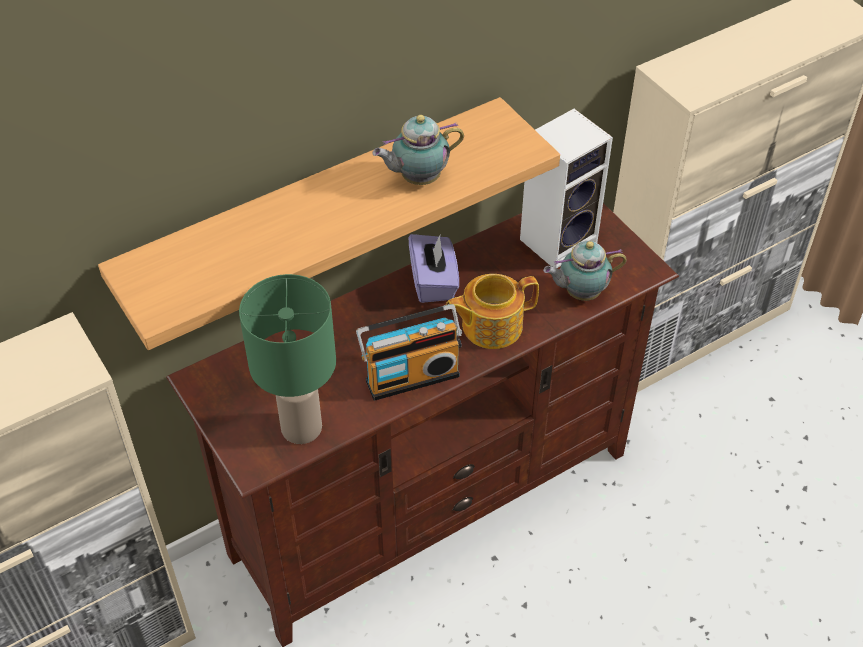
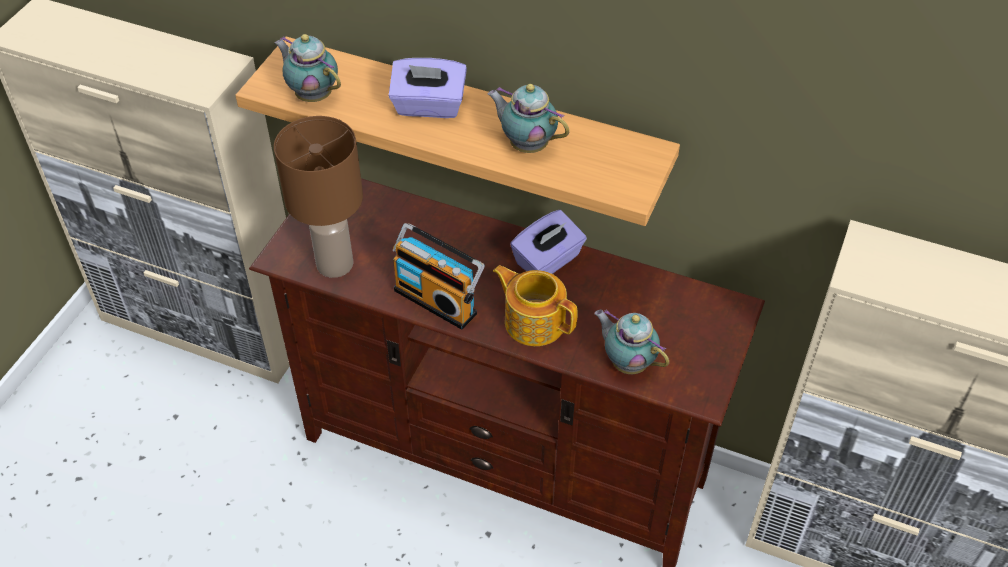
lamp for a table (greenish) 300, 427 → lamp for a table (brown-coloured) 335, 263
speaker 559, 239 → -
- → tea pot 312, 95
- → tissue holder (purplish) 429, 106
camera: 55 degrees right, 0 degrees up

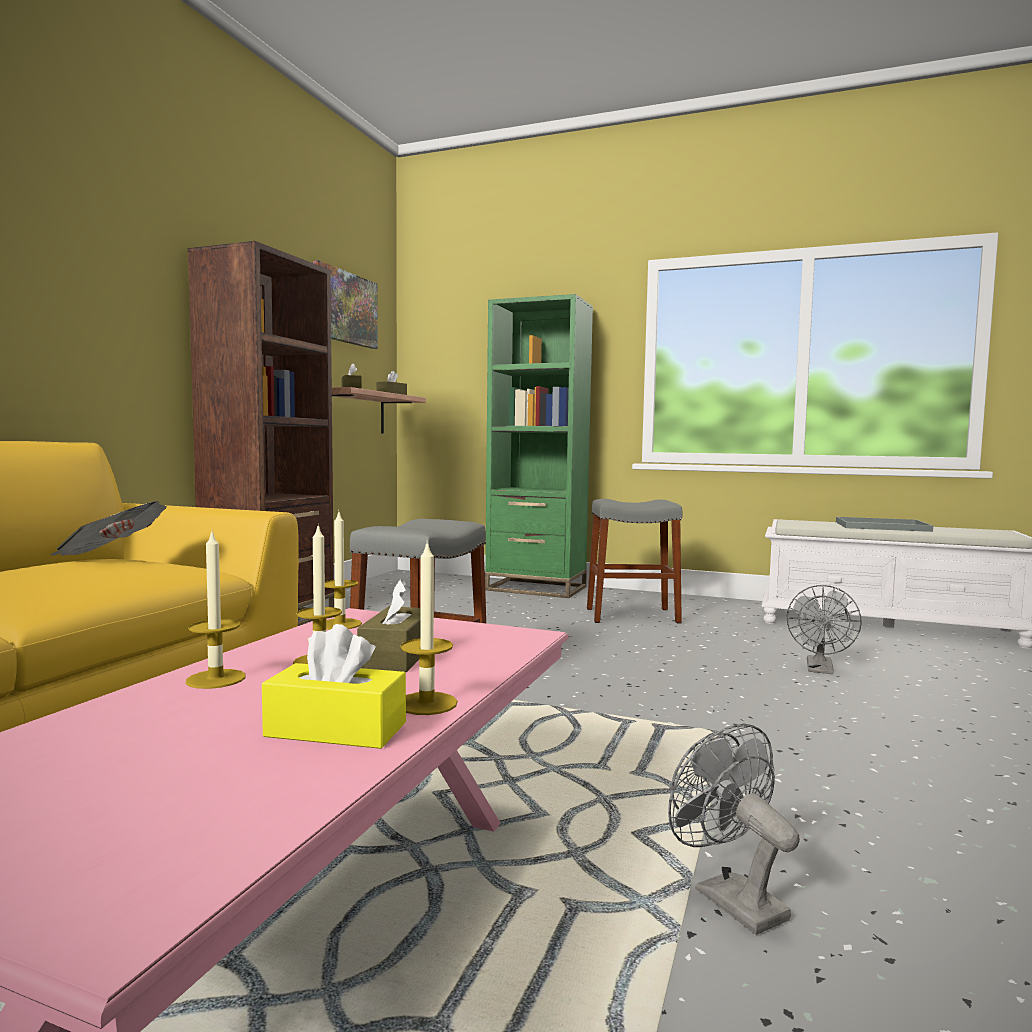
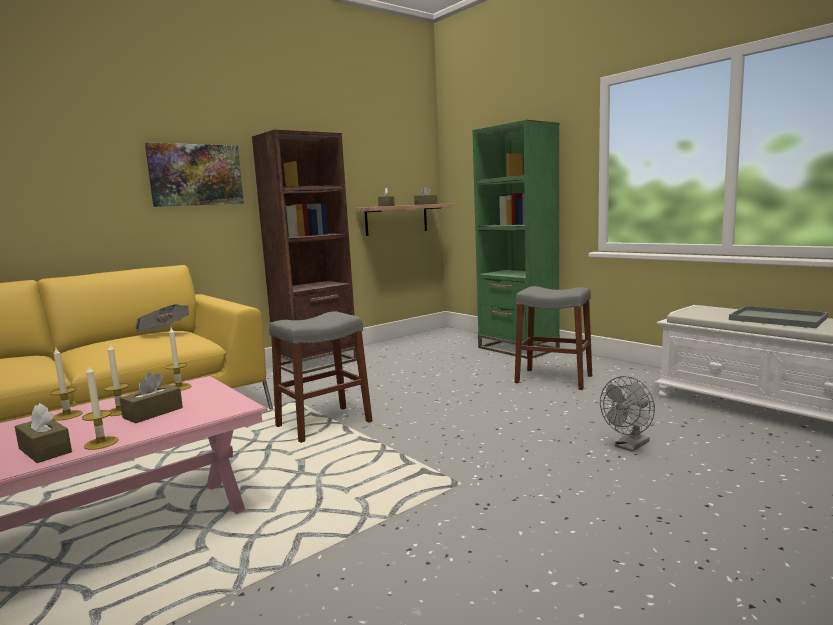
tissue holder (yellowish) 336, 730 → tissue holder (brown-coloured) 45, 450
picture 344, 307 → picture 196, 175, moved
fan (greyish) 729, 898 → -
camera: 30 degrees right, 5 degrees up

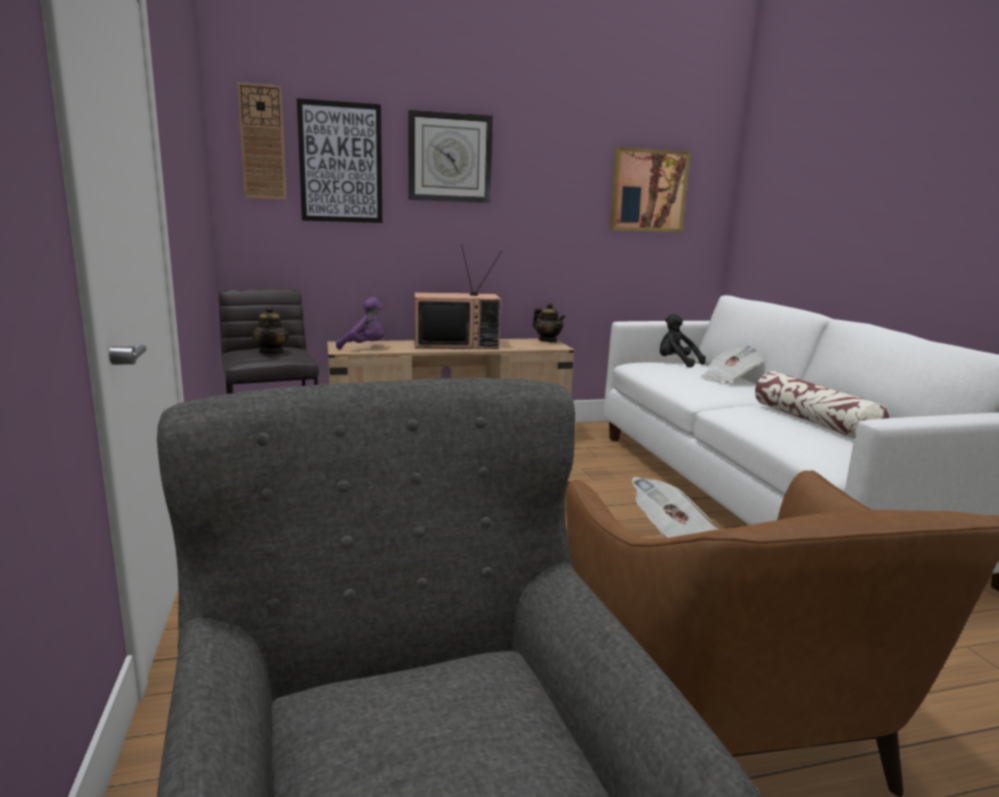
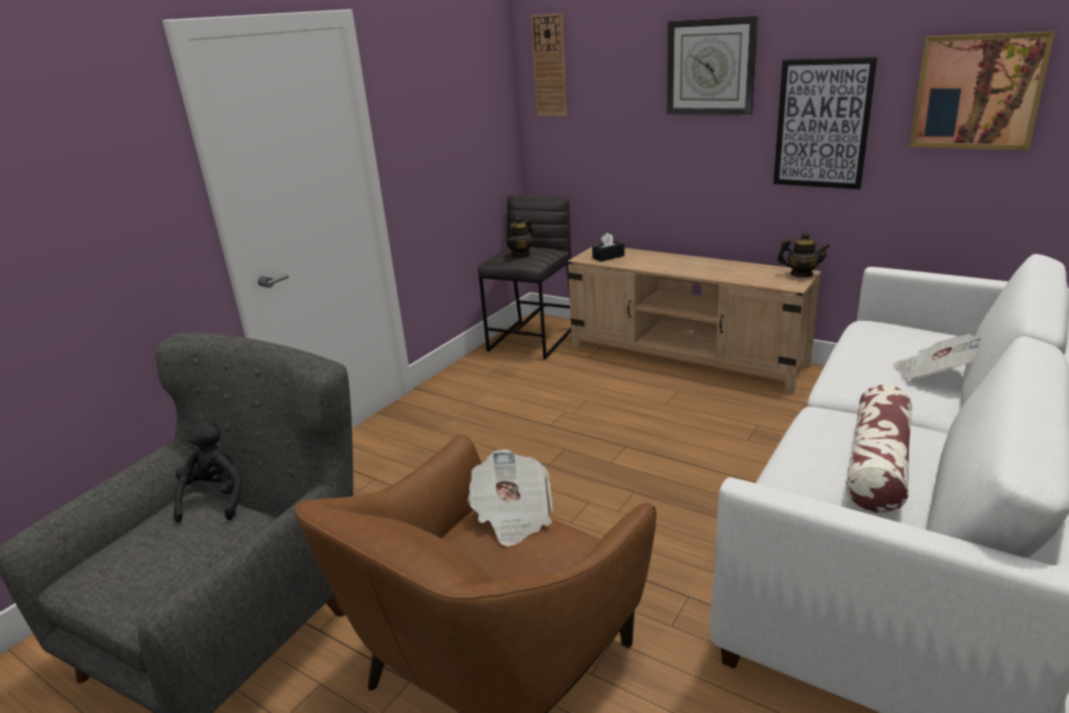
picture 341, 163 → picture 822, 124, moved
soft toy (purplish) 365, 347 → tissue holder (black) 608, 257
TV set 457, 344 → -
tea pot 547, 341 → tea pot 801, 274, 75 degrees counterclockwise
soft toy (black) 676, 363 → soft toy (black) 216, 499, moved
camera: 50 degrees right, 10 degrees up

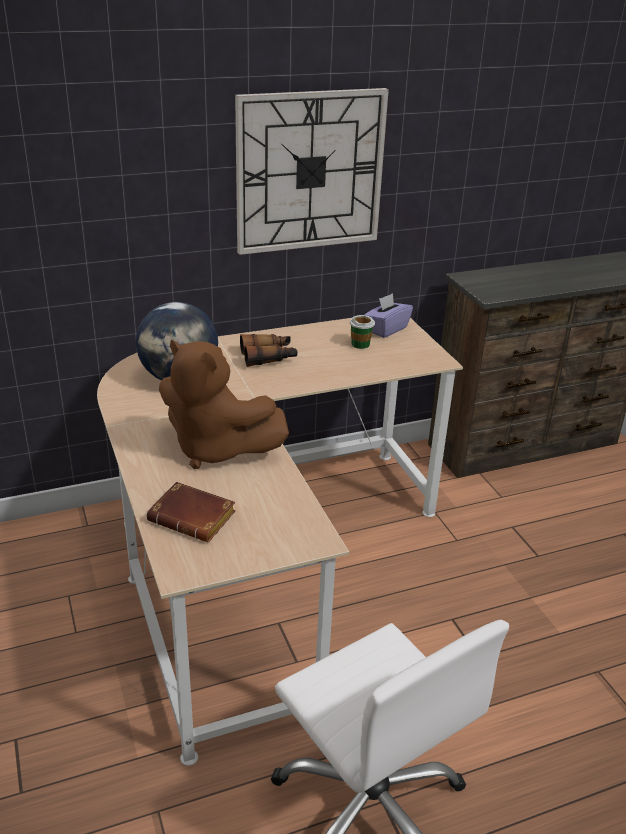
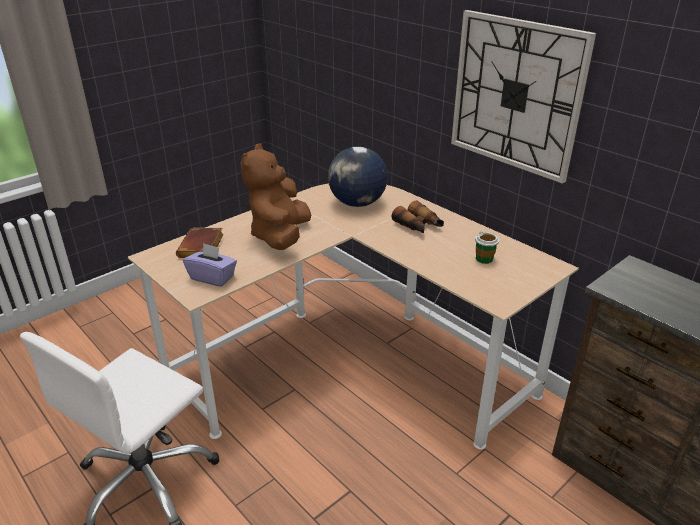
tissue holder (purplish) 386, 329 → tissue holder (purplish) 212, 277, moved
camera: 70 degrees right, 0 degrees up

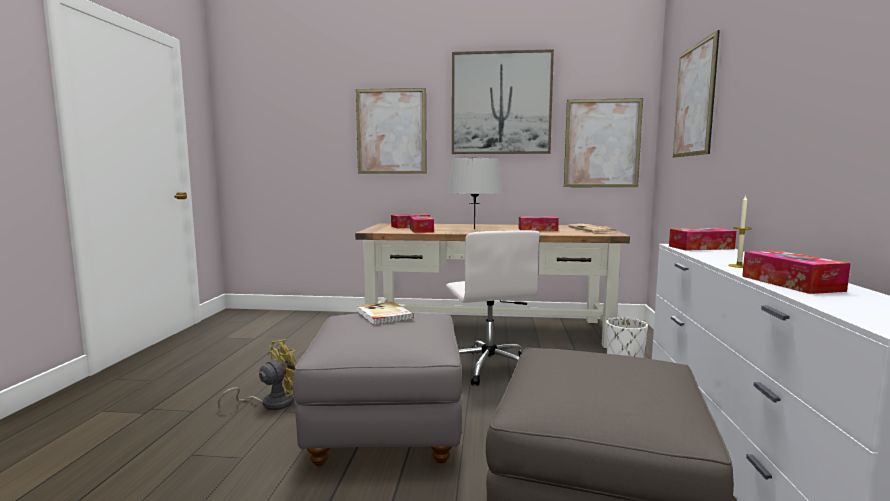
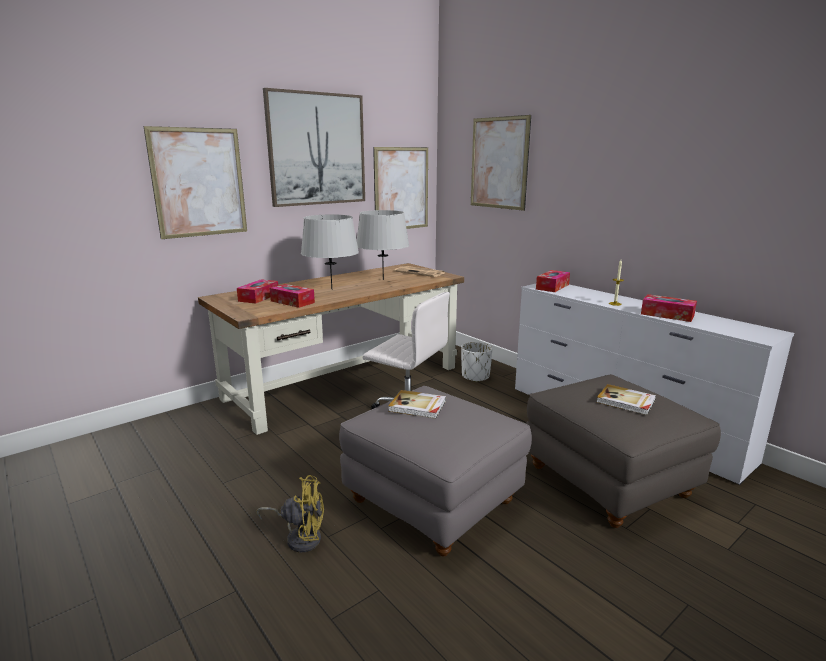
fan (yellowish) 271, 403 → fan (yellowish) 300, 537, 90 degrees clockwise
tissue holder 537, 229 → lamp for a table (greyish) 383, 280
- → book 626, 401
camera: 45 degrees left, 10 degrees up

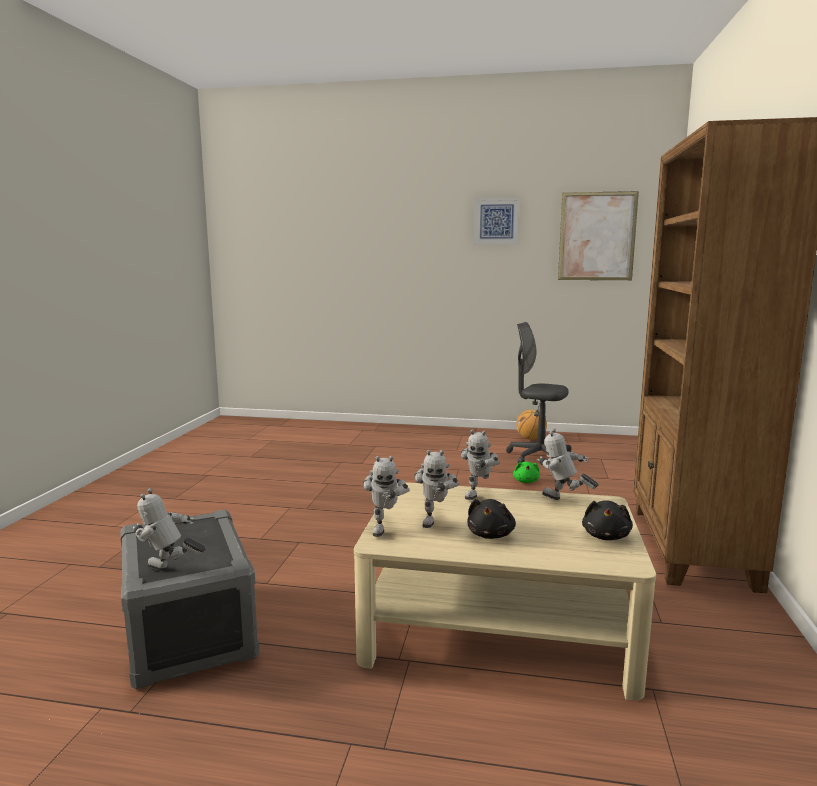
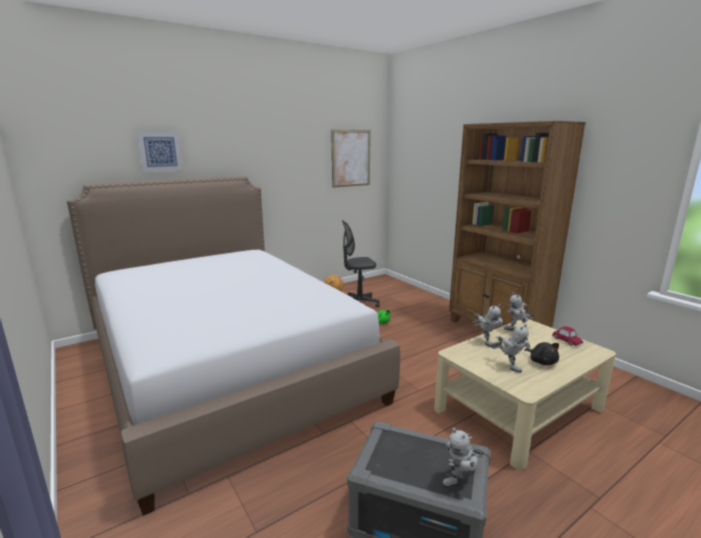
toy robot 384, 528 → -
picture 496, 221 → picture 160, 151, moved
soft toy (black) 606, 536 → model car 567, 341
- → sleeping bed 227, 367
camera: 45 degrees left, 5 degrees up

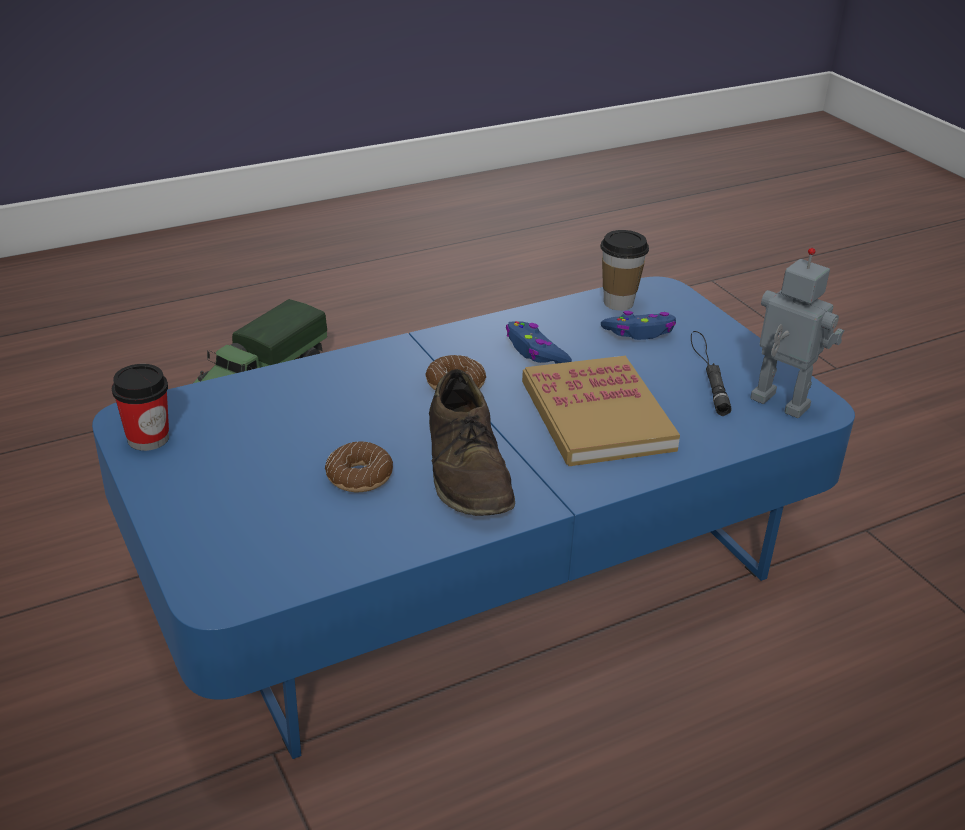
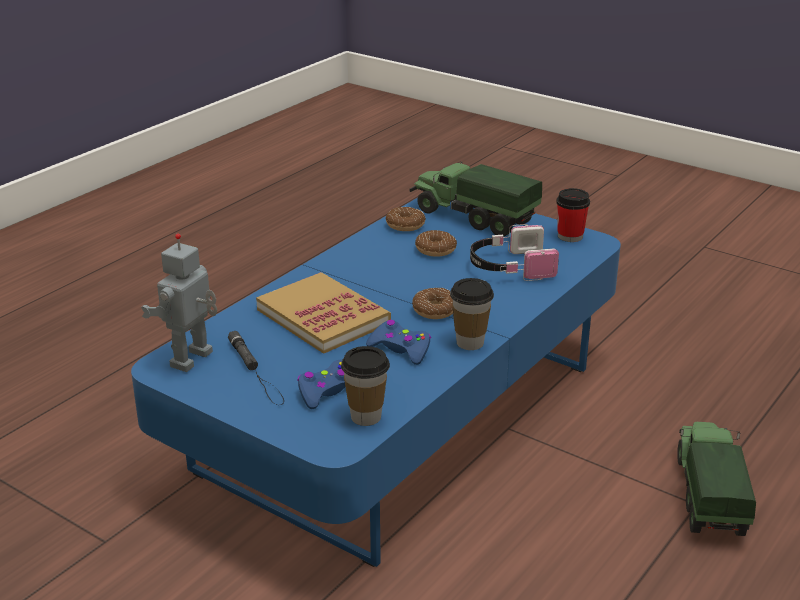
low shoe (brown-coloured) 467, 468 → -
toy robot 777, 405 → toy robot 193, 360, 105 degrees clockwise
- → ring doughnut 405, 225
- → toy lorry 472, 217
- → drinking cup 470, 343
- → headphones 510, 267
camera: 155 degrees right, 5 degrees down

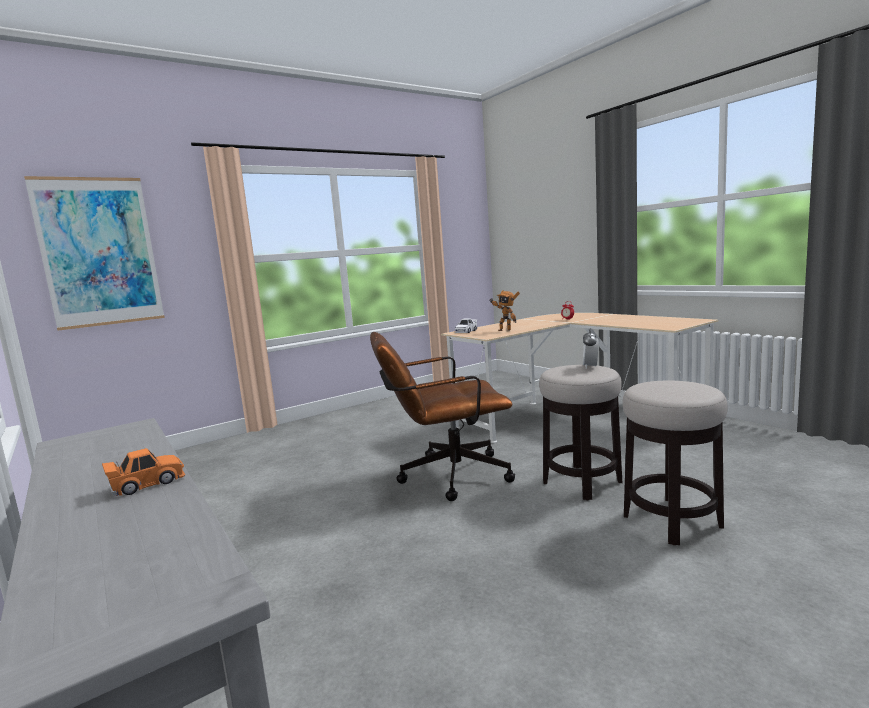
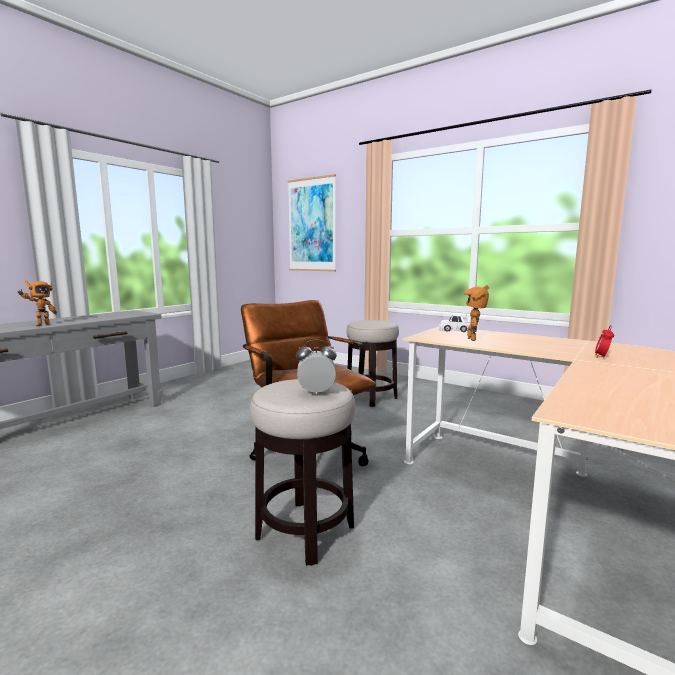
model car (orange) 147, 483 → toy robot 41, 325
stool 672, 521 → stool 371, 398, moved
camera: 70 degrees right, 0 degrees up

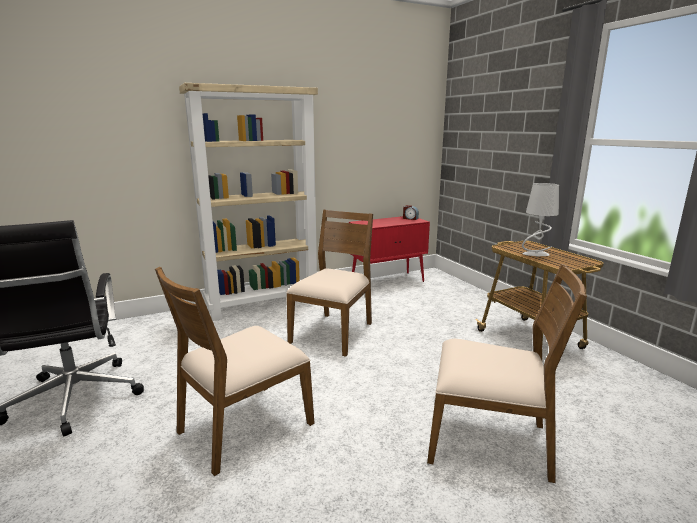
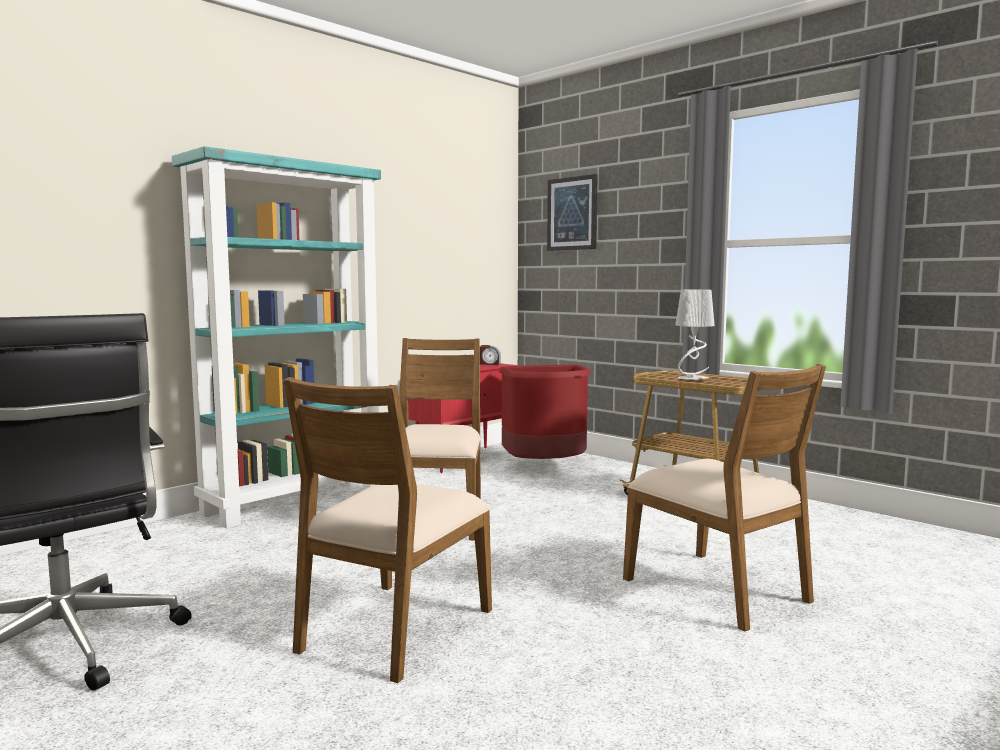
bookshelf (sand-coloured) 263, 304 → bookshelf (blue-green) 295, 501
chair (brown-coloured) 489, 441 → chair (brown-coloured) 718, 589, 60 degrees clockwise
- → trash can (red-coloured) 546, 467
- → picture 572, 213
camera: 20 degrees left, 10 degrees down

